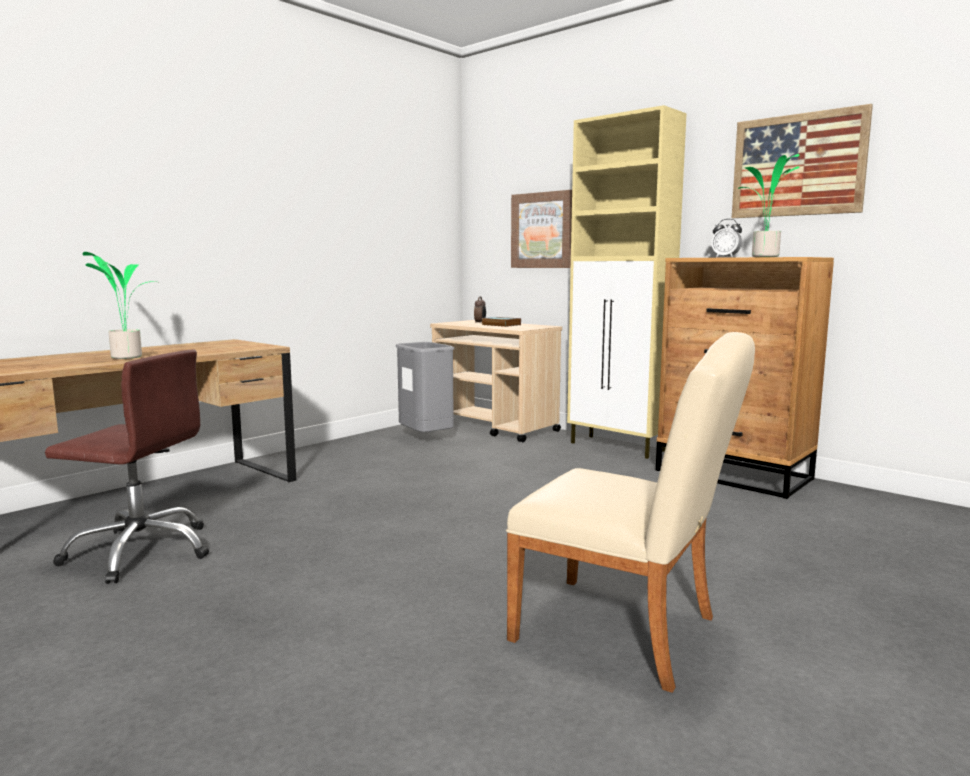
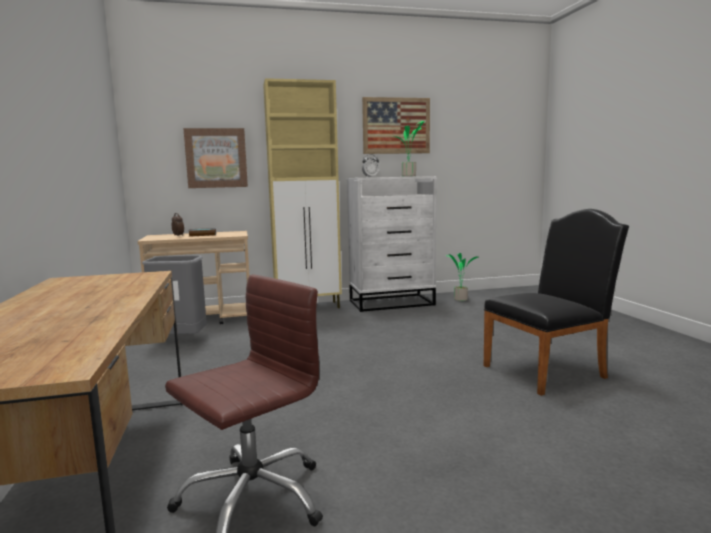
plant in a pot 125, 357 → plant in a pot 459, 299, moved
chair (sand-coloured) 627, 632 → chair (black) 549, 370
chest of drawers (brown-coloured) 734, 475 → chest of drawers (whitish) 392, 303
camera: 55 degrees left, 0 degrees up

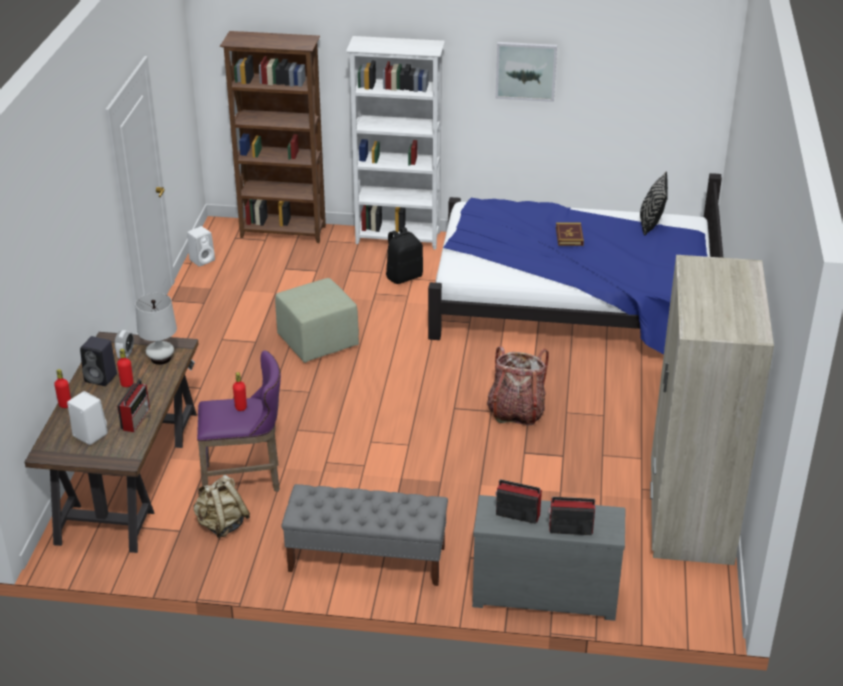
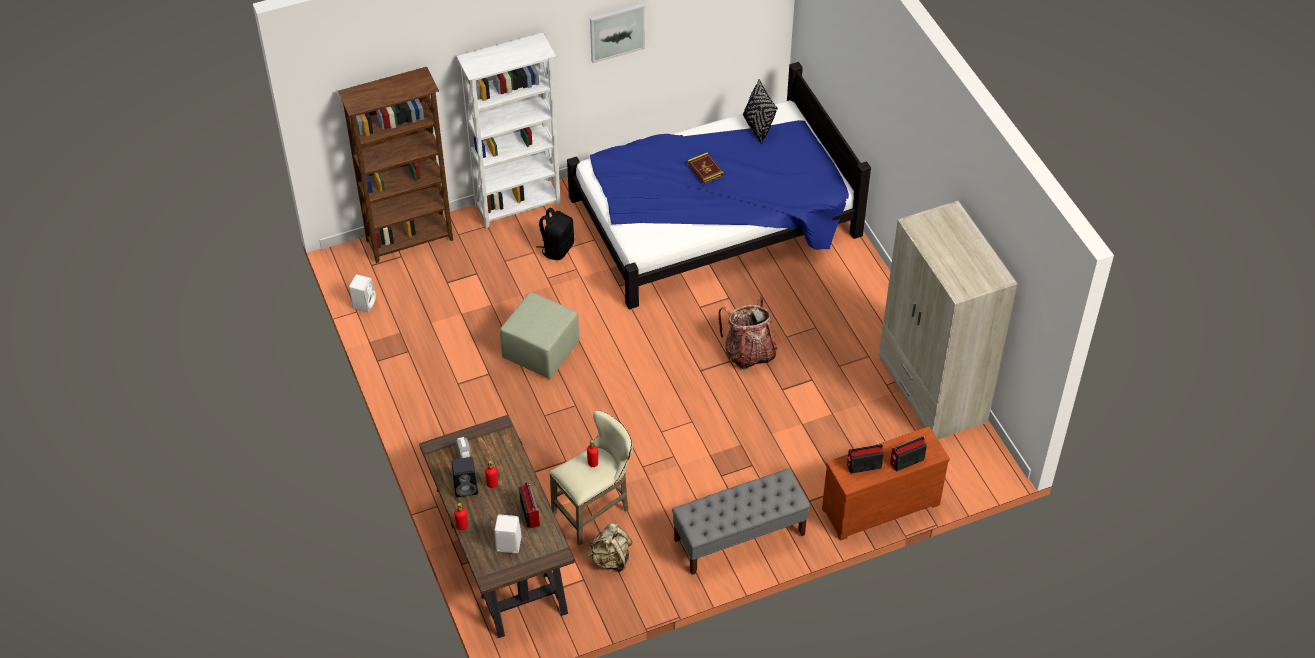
lamp for a table (whitish) 160, 359 → -
stool (purplish) 246, 480 → stool (sand-coloured) 595, 511
chest of drawers (greyish) 545, 591 → chest of drawers (brown-coloured) 879, 504
camera: 30 degrees left, 15 degrees up

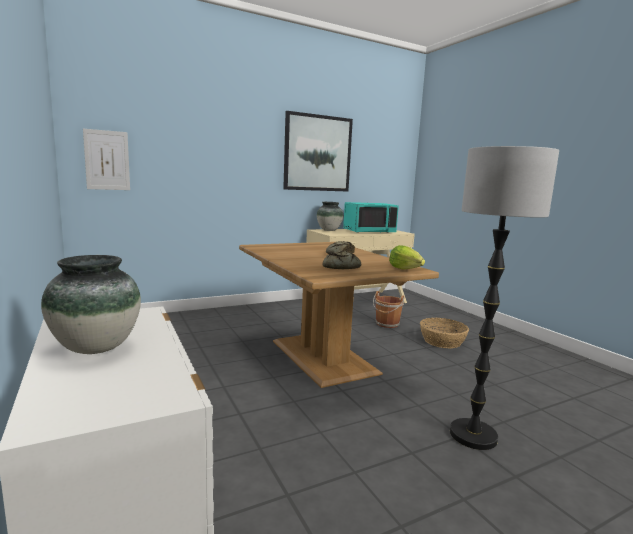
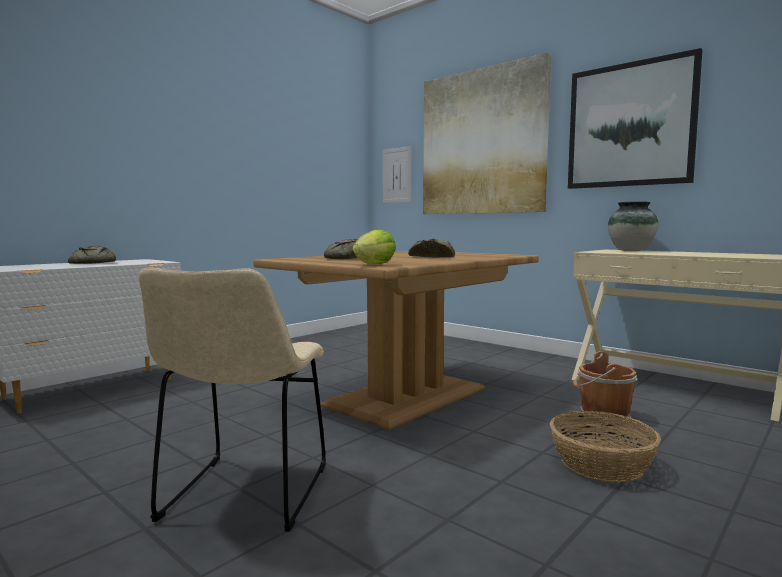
vase 97, 347 → baked bread 91, 263
kitchen microwave (blue-green) 369, 231 → -
standing lamp 473, 436 → chair (sand-coloured) 243, 497
- → picture 482, 142
camera: 70 degrees right, 5 degrees down

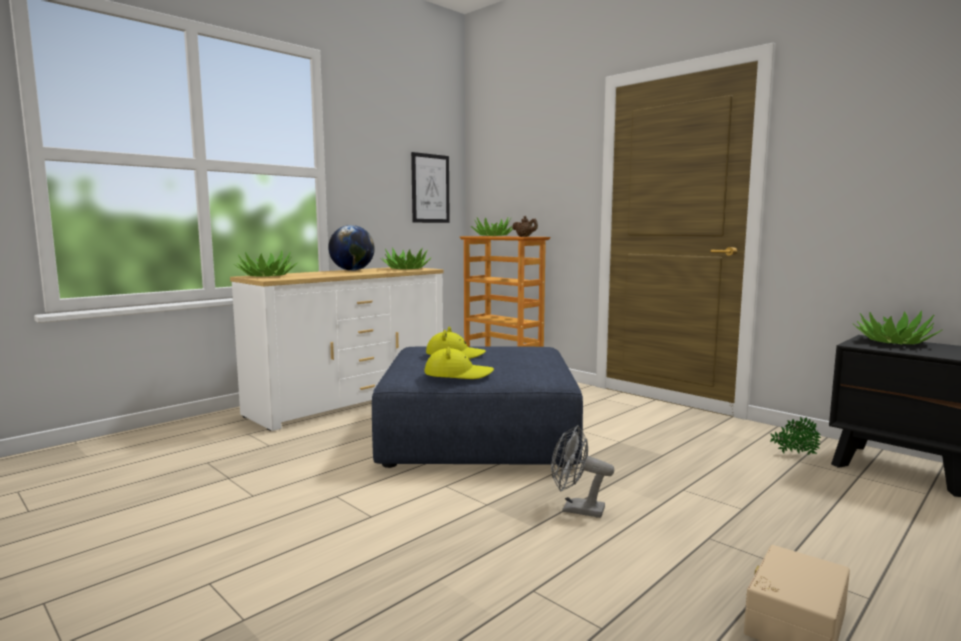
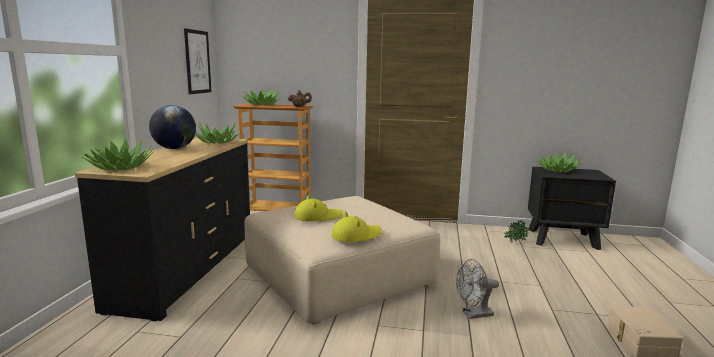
chest of drawers (whitish) 349, 400 → chest of drawers (black) 186, 270
pouffe (bluish) 479, 434 → pouffe (sand-coloured) 338, 275
camera: 35 degrees left, 5 degrees up

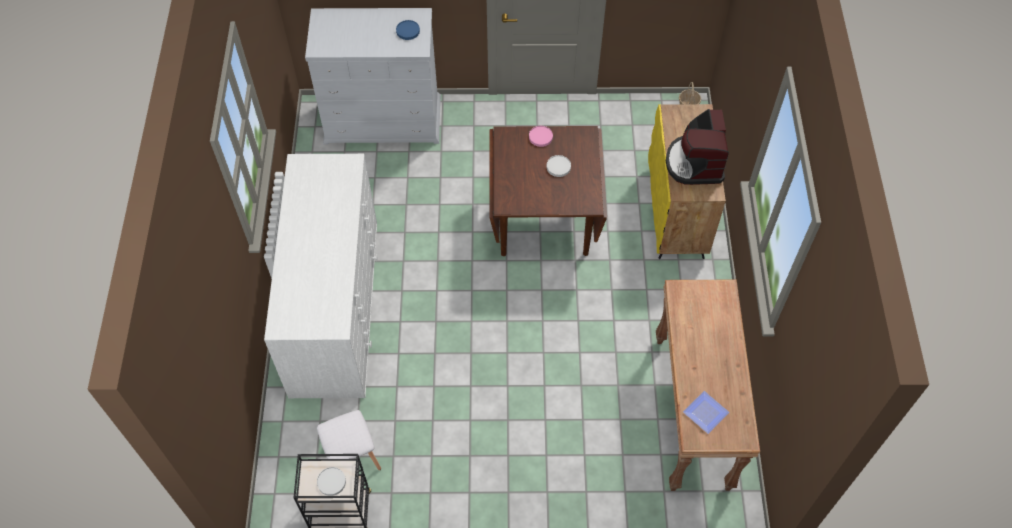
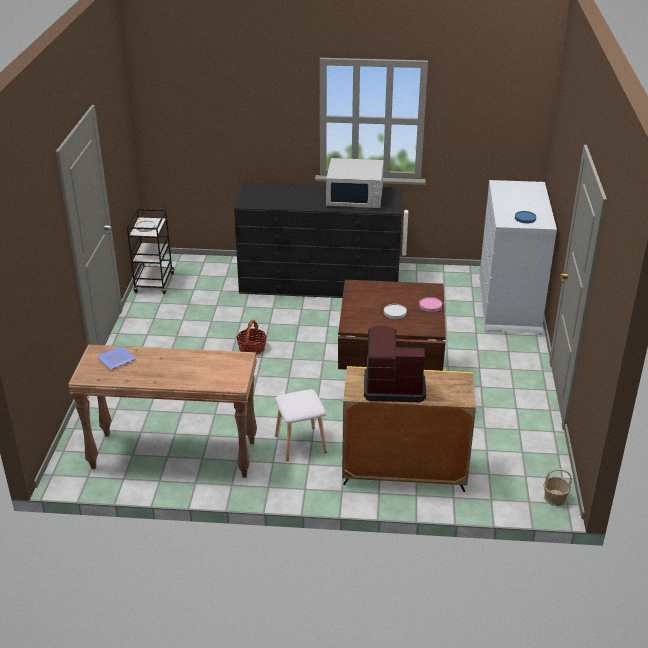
chest of drawers (whitish) 335, 306 → chest of drawers (black) 320, 282
stool (whitish) 351, 457 → stool (whitish) 301, 443, moved
- → basket 252, 348
- → kitchen microwave (whitish) 355, 197
camera: 95 degrees right, 25 degrees down

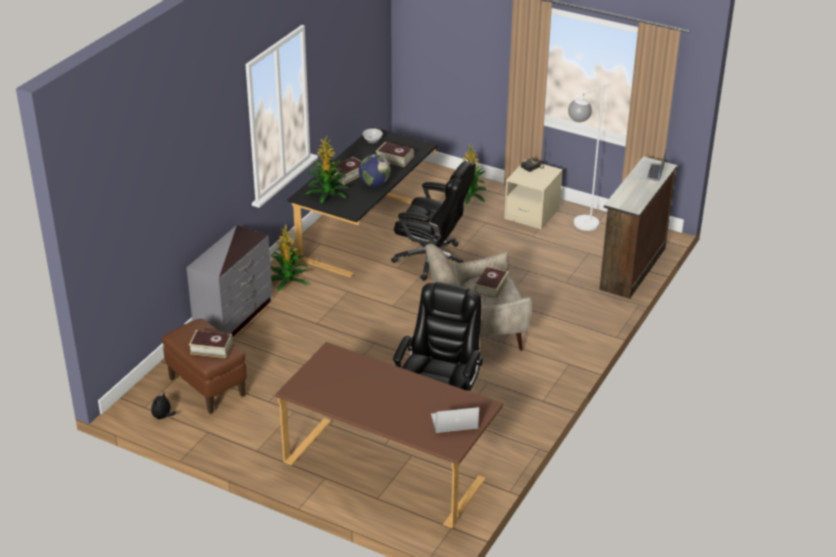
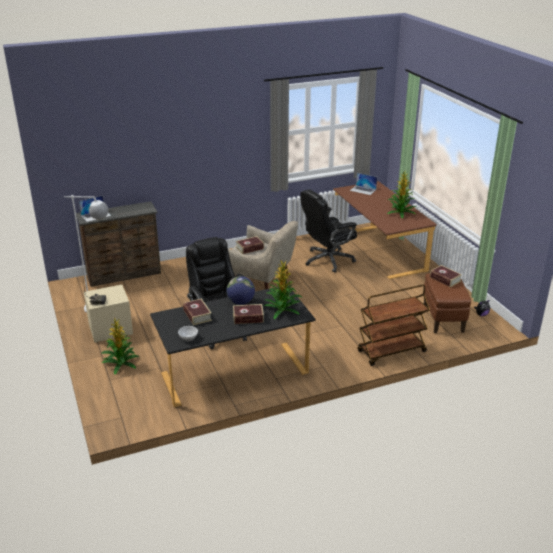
chest of drawers (greyish) 234, 317 → cart (brown-coloured) 391, 352
plant in a pot 287, 280 → plant in a pot 400, 213, moved
camera: 140 degrees left, 5 degrees down

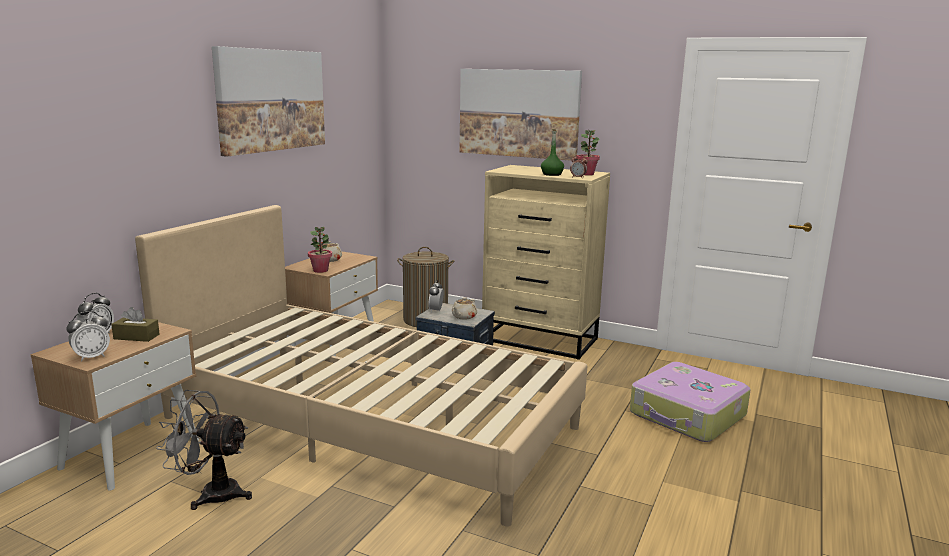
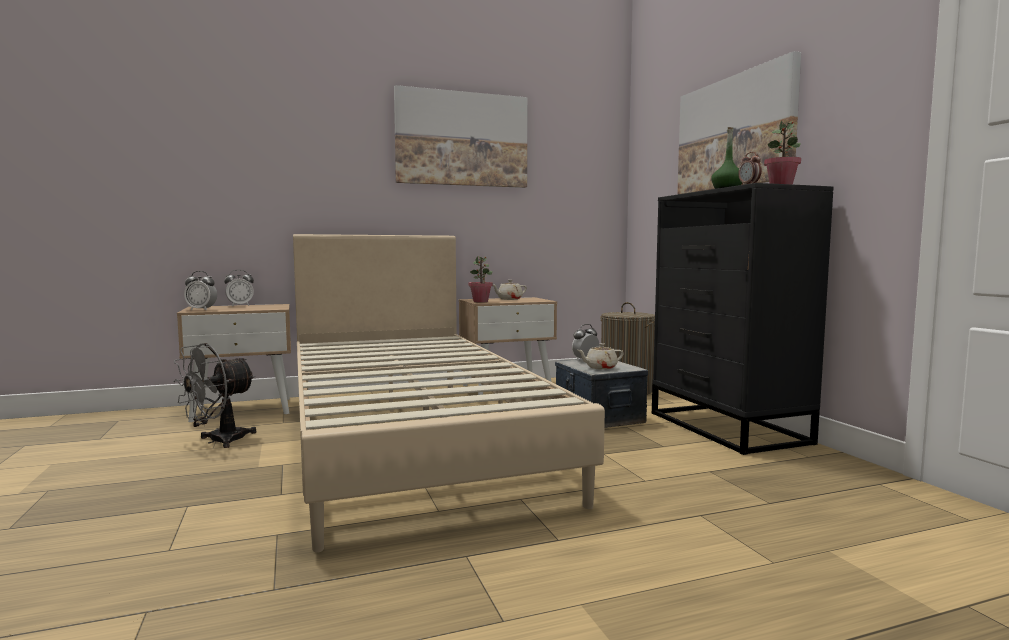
tissue holder (brown-coloured) 136, 337 → -
fan (greyish) 211, 493 → fan (greyish) 218, 441, 105 degrees counterclockwise
chest of drawers (sand-coloured) 540, 339 → chest of drawers (black) 728, 428
piece of luggage 687, 415 → -
camera: 45 degrees right, 10 degrees down

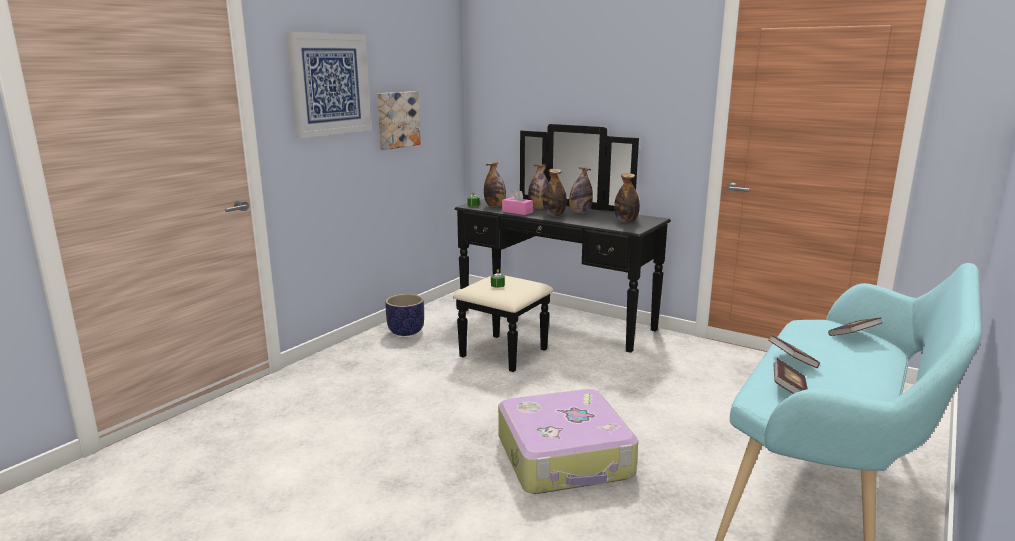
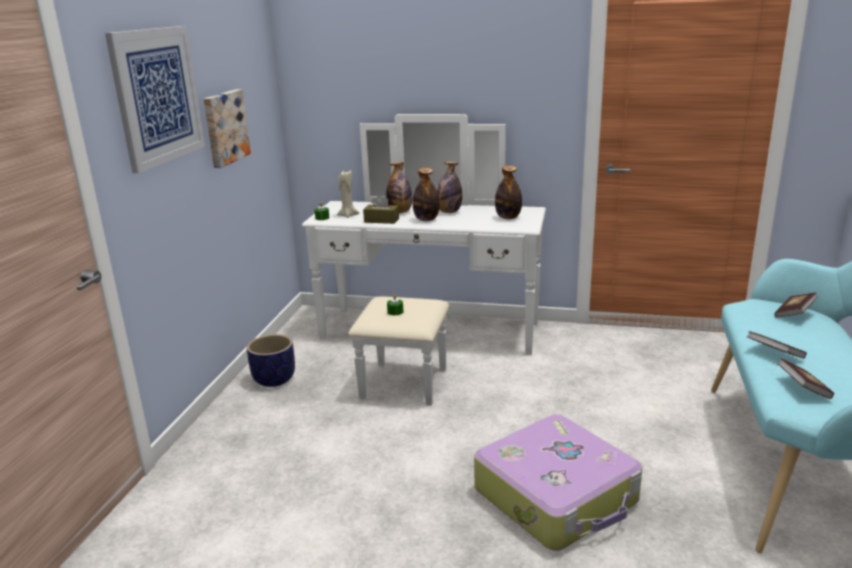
chest of drawers (black) 545, 327 → chest of drawers (whitish) 425, 342
beverage bottle 495, 206 → wax light (sand-coloured) 348, 215
tissue holder (pinkish) 517, 212 → tissue holder (brown-coloured) 381, 220
camera: 20 degrees left, 5 degrees up

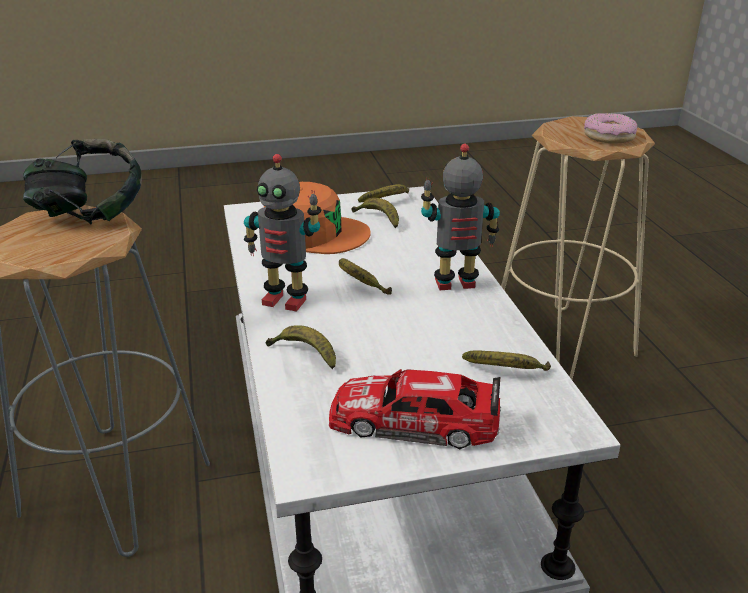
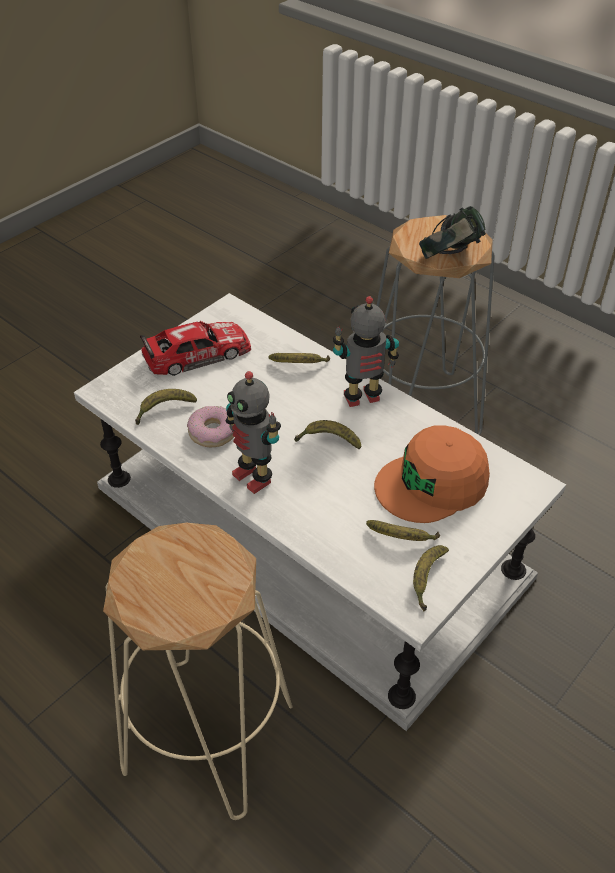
toy robot 455, 285 → toy robot 254, 477, 90 degrees clockwise
ring doughnut 609, 136 → ring doughnut 212, 432, moved
camera: 145 degrees right, 15 degrees up

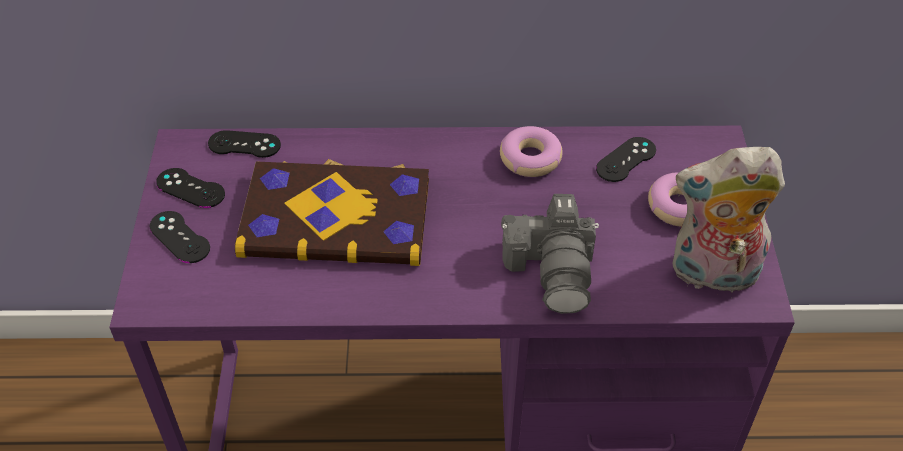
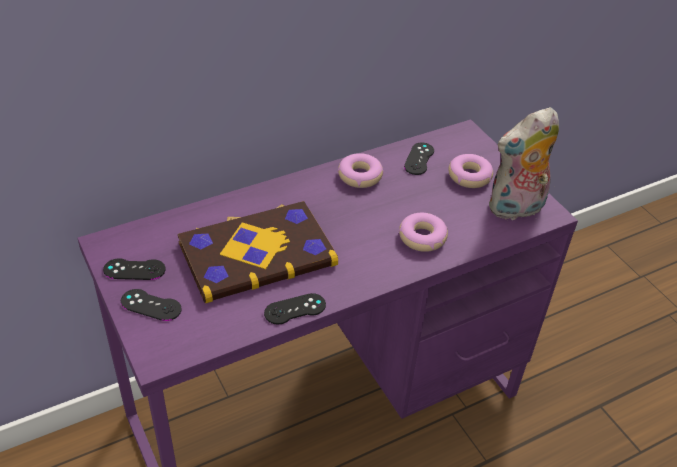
game controller (black) 244, 144 → game controller (black) 295, 309, moved
photo camera 553, 269 → ring doughnut 422, 237
camera: 30 degrees left, 5 degrees down

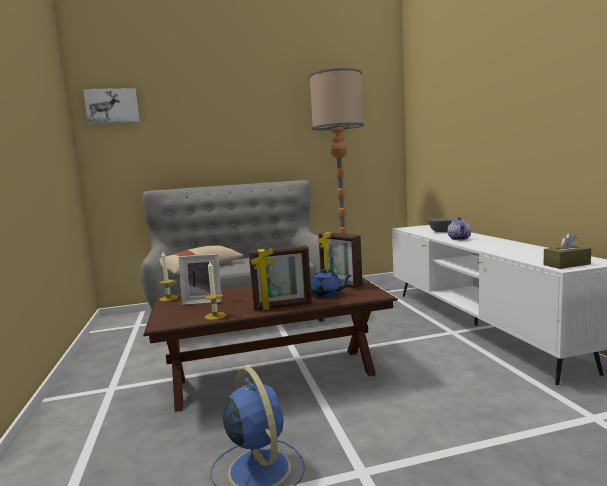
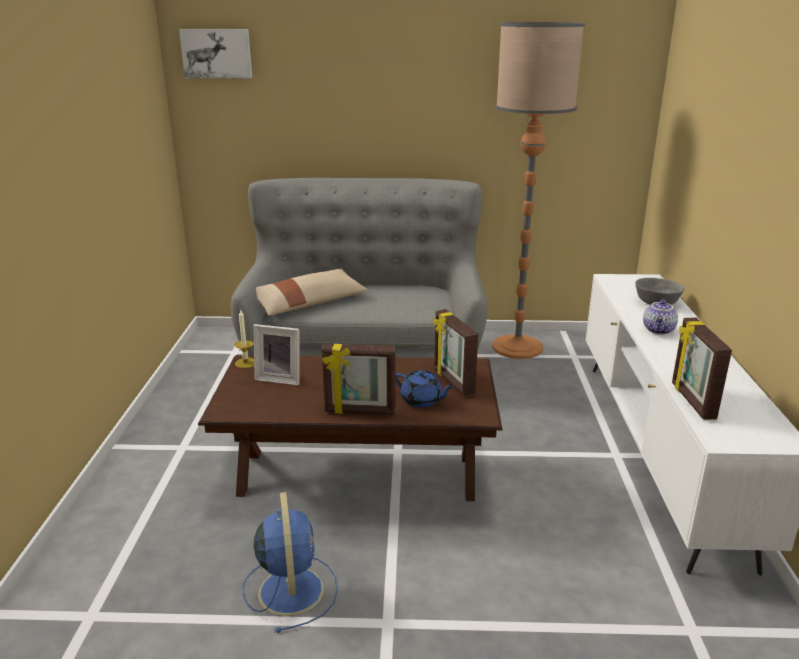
wax light 215, 316 → -
tissue holder (brown-coloured) 566, 264 → -
- → standing frame 691, 401
camera: 15 degrees right, 15 degrees up

